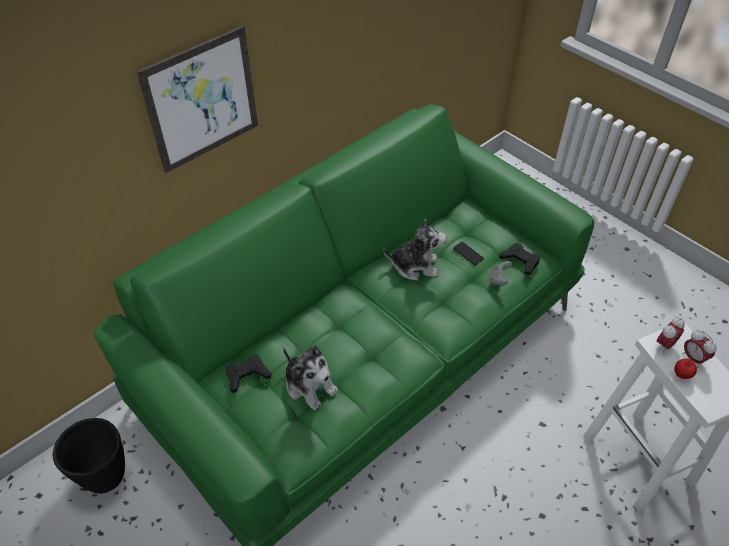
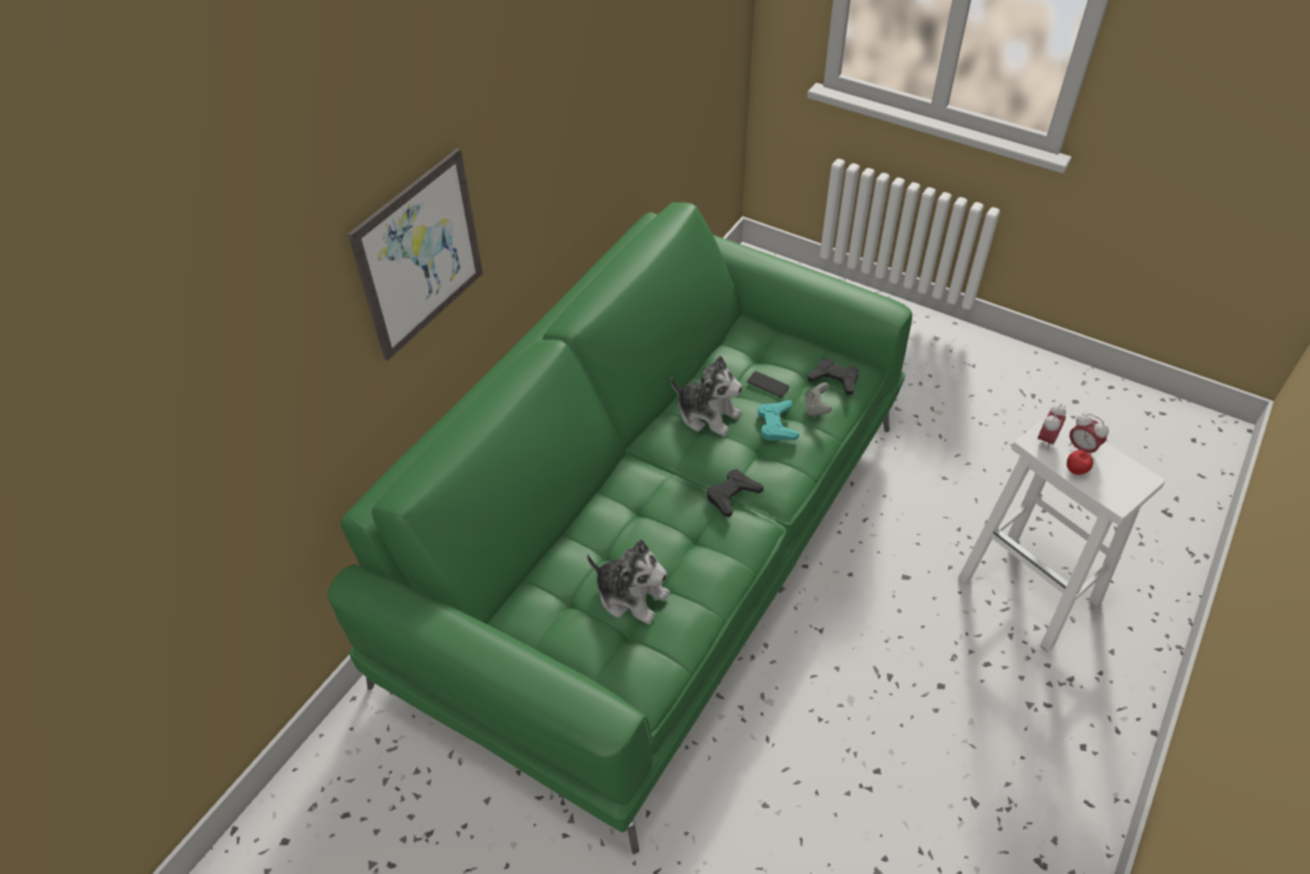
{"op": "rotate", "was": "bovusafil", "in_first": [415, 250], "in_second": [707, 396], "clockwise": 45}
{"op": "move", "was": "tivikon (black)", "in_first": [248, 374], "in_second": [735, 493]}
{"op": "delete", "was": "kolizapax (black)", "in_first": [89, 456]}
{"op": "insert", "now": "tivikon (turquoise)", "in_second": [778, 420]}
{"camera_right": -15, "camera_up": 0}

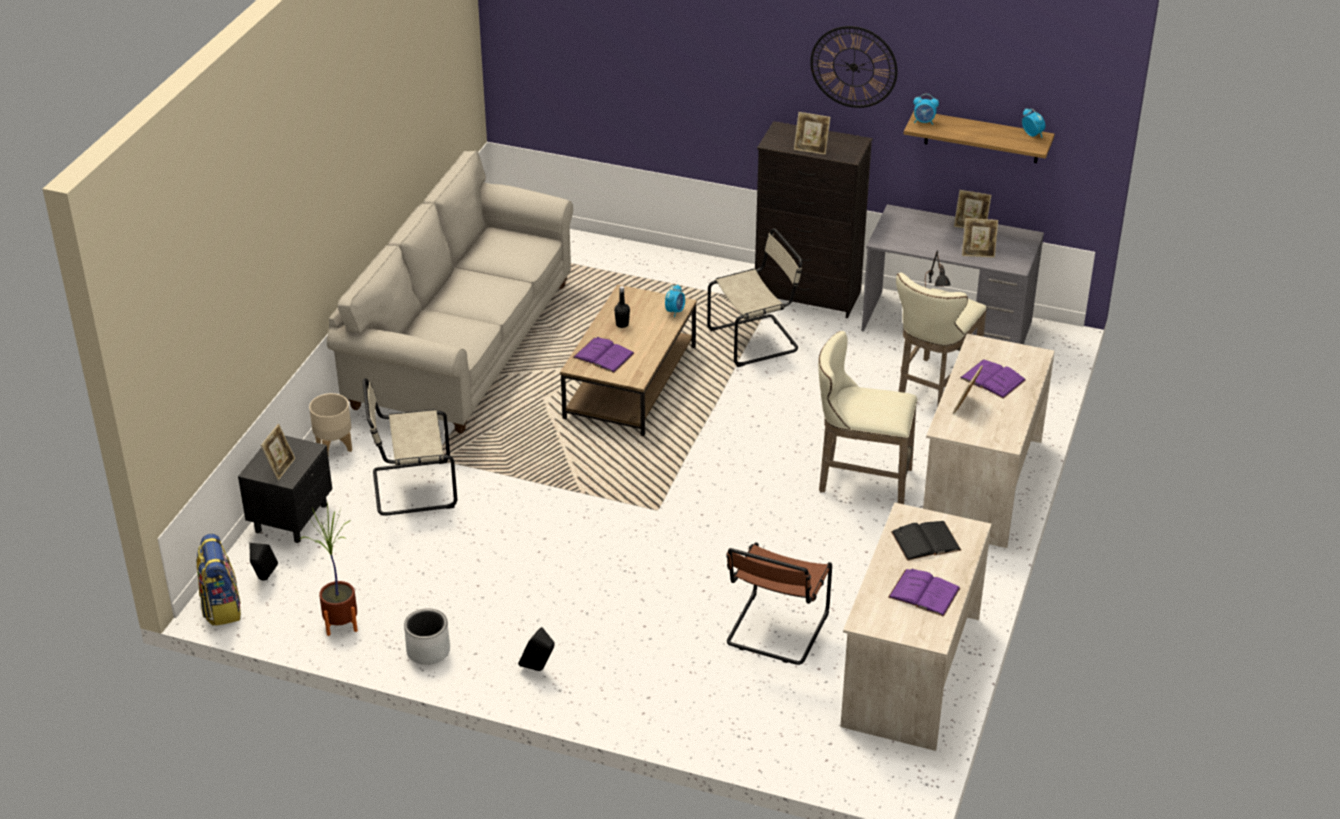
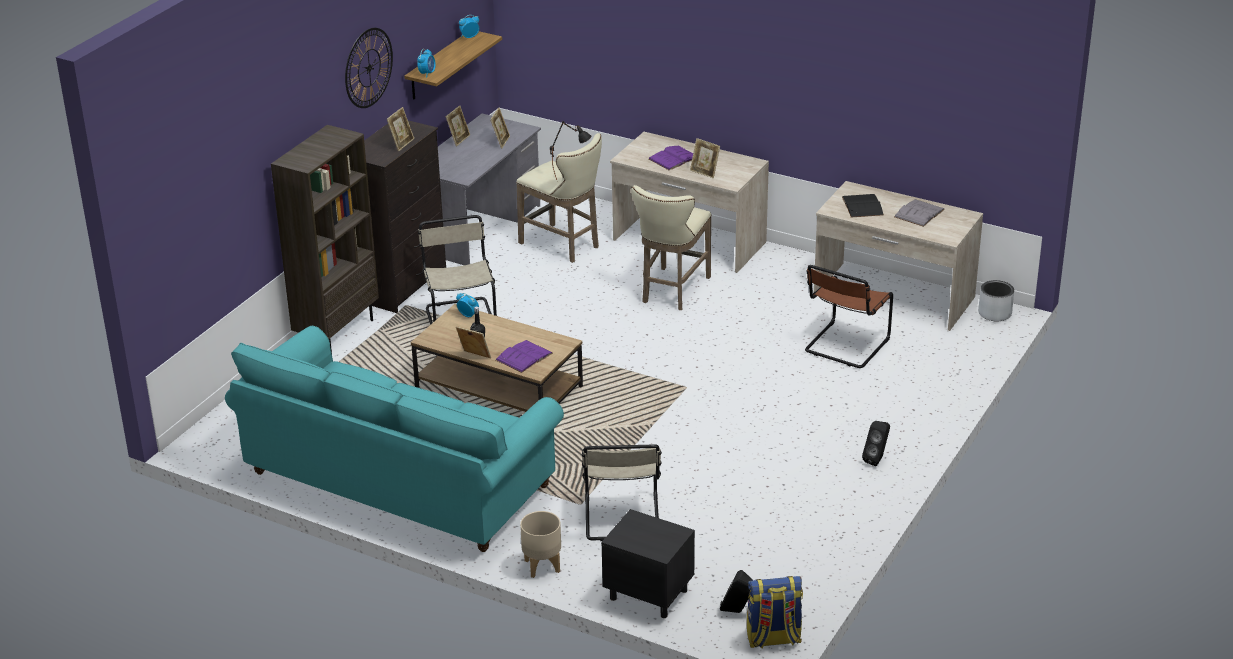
{"op": "recolor", "was": "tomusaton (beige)", "now": "tomusaton (turquoise)", "in_first": [450, 291], "in_second": [394, 439]}
{"op": "move", "was": "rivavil", "in_first": [278, 452], "in_second": [473, 342]}
{"op": "delete", "was": "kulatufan", "in_first": [329, 569]}
{"op": "rotate", "was": "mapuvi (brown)", "in_first": [779, 603], "in_second": [849, 316], "clockwise": 90}
{"op": "recolor", "was": "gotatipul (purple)", "now": "gotatipul (grey)", "in_first": [924, 593], "in_second": [919, 213]}
{"op": "move", "was": "kolizapax (grey)", "in_first": [427, 636], "in_second": [996, 300]}
{"op": "insert", "now": "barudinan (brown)", "in_second": [325, 239]}
{"camera_right": -80, "camera_up": -5}

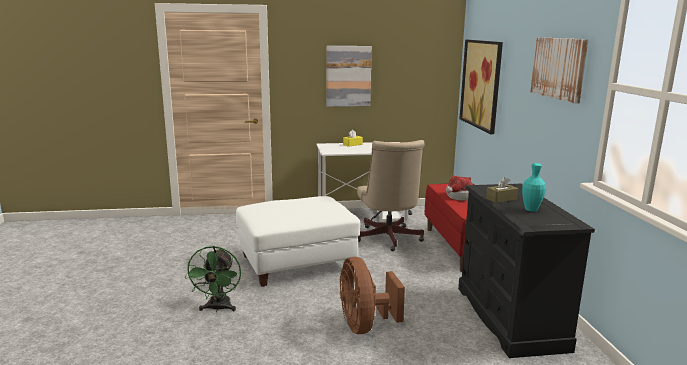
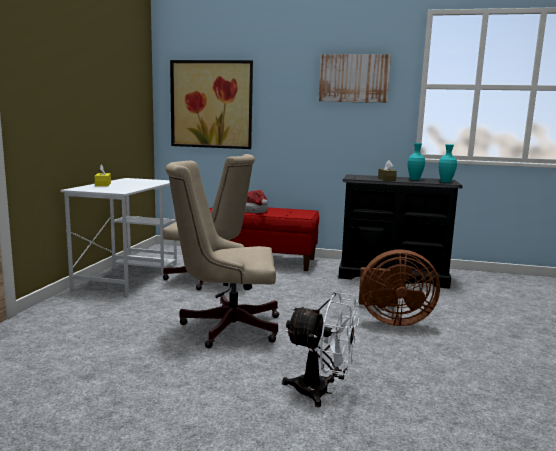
{"op": "delete", "was": "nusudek", "in_first": [349, 76]}
{"op": "replace", "was": "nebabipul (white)", "now": "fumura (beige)", "in_first": [298, 241], "in_second": [222, 254]}
{"op": "recolor", "was": "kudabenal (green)", "now": "kudabenal (white)", "in_first": [213, 279], "in_second": [320, 349]}
{"op": "insert", "now": "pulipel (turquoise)", "in_second": [447, 163]}
{"camera_right": -70, "camera_up": -5}

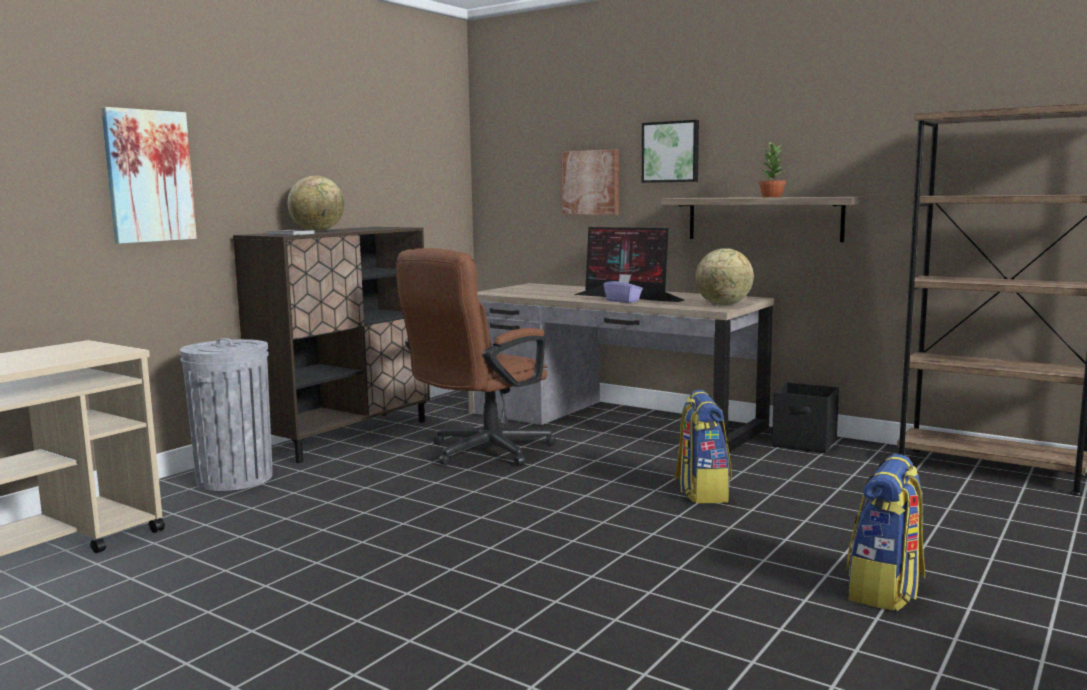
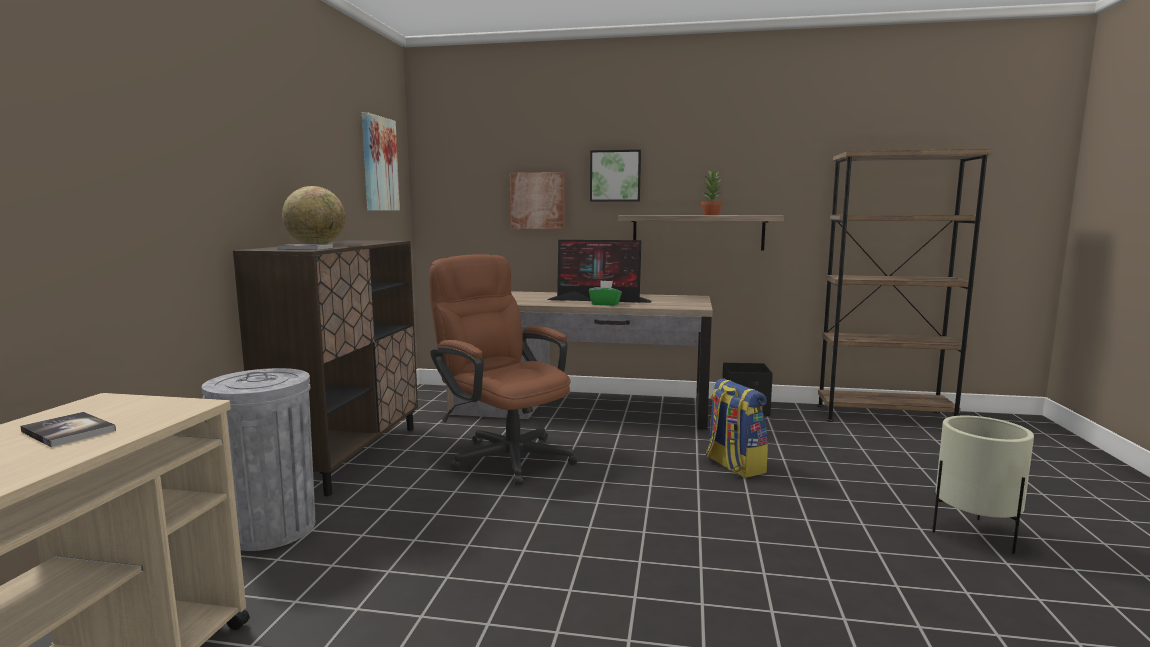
{"op": "move", "was": "nusudek", "in_first": [149, 175], "in_second": [381, 161]}
{"op": "rotate", "was": "fumura (brown)", "in_first": [476, 357], "in_second": [503, 369], "clockwise": 120}
{"op": "delete", "was": "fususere", "in_first": [724, 276]}
{"op": "recolor", "was": "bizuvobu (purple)", "now": "bizuvobu (green)", "in_first": [623, 288], "in_second": [605, 293]}
{"op": "replace", "was": "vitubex", "now": "kolizapax (beige)", "in_first": [885, 532], "in_second": [983, 485]}
{"op": "insert", "now": "gotatipul", "in_second": [68, 429]}
{"camera_right": -25, "camera_up": 0}

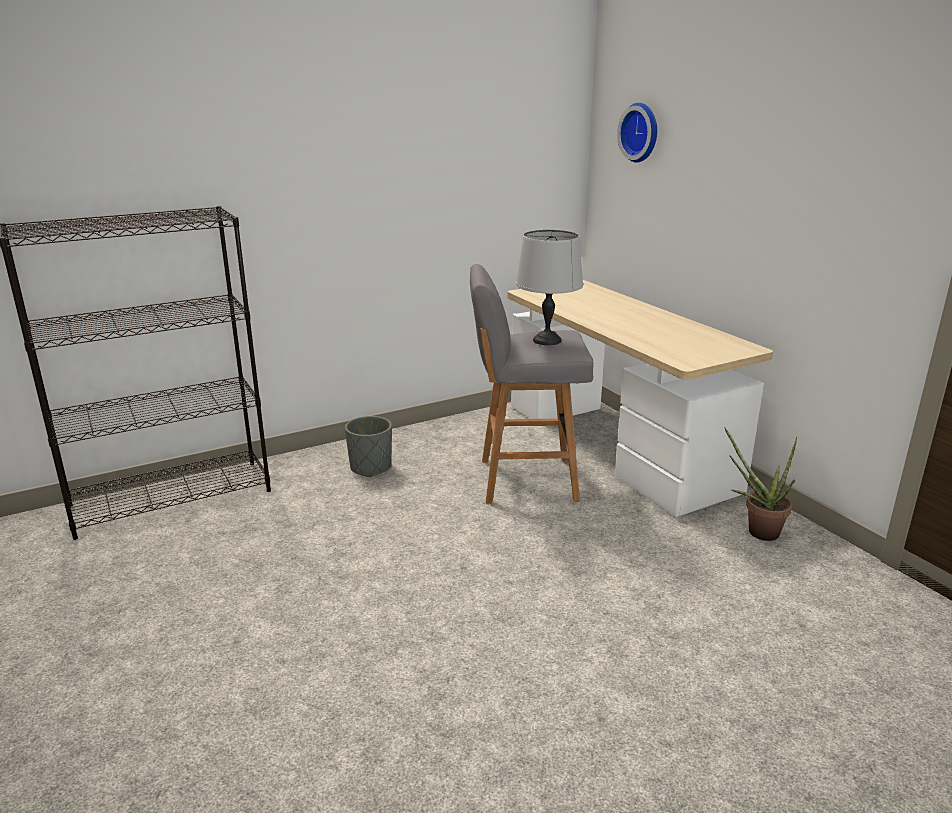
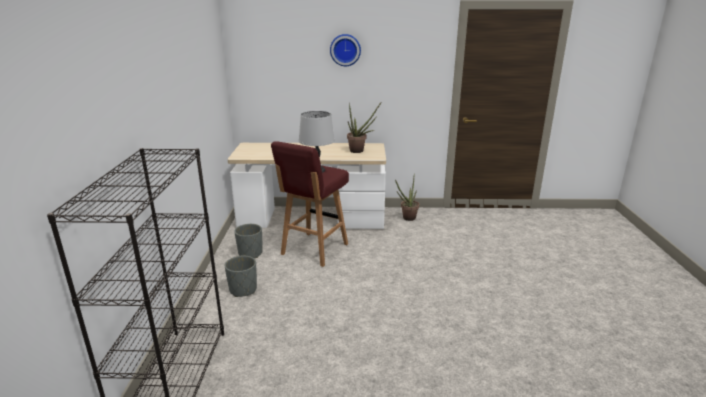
{"op": "move", "was": "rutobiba", "in_first": [637, 133], "in_second": [345, 50]}
{"op": "recolor", "was": "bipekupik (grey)", "now": "bipekupik (red)", "in_first": [531, 384], "in_second": [310, 204]}
{"op": "insert", "now": "kulatufan", "in_second": [364, 127]}
{"op": "insert", "now": "kolizapax (grey)", "in_second": [248, 241]}
{"camera_right": -60, "camera_up": 0}

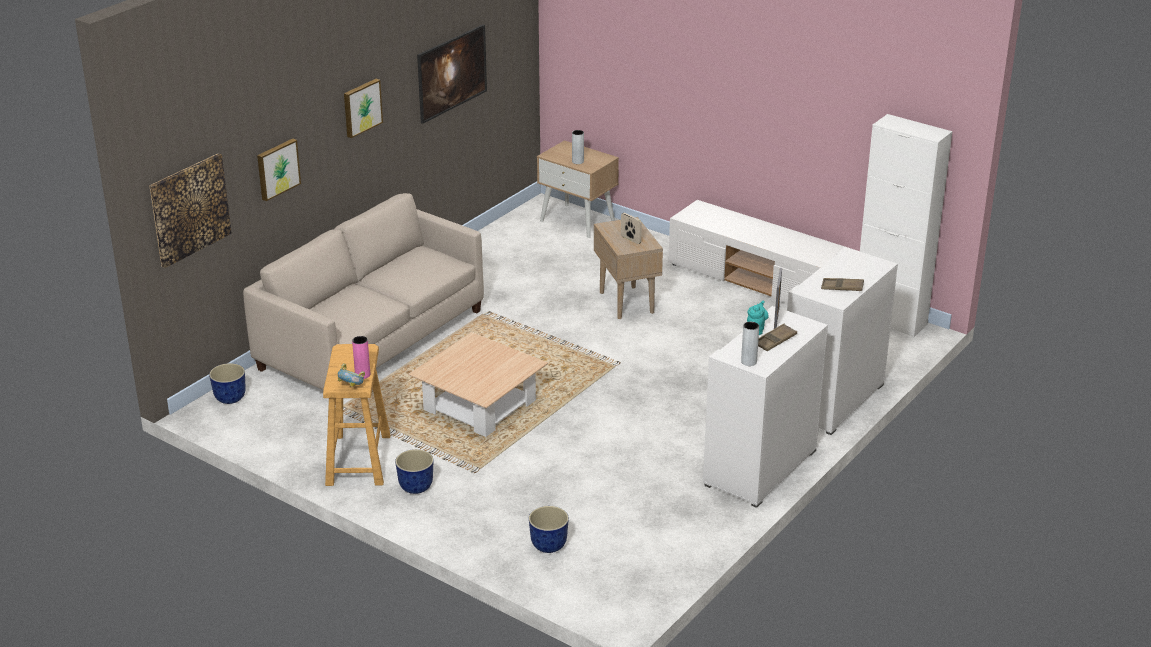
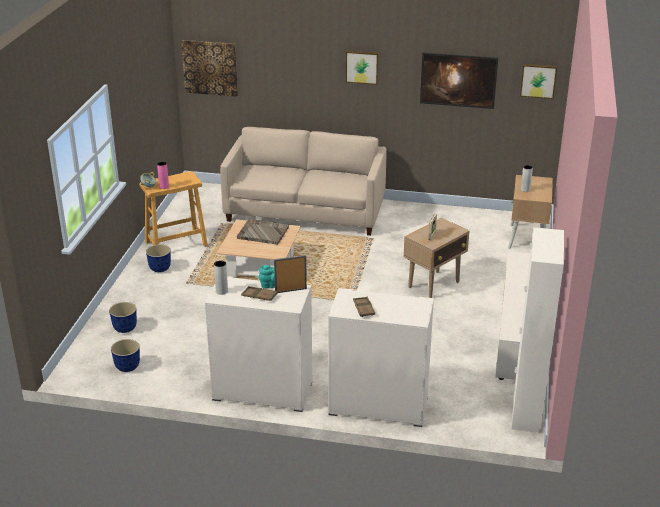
{"op": "move", "was": "nusudek", "in_first": [279, 169], "in_second": [538, 81]}
{"op": "move", "was": "kolizapax", "in_first": [227, 383], "in_second": [125, 355]}
{"op": "insert", "now": "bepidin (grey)", "in_second": [263, 232]}
{"camera_right": 65, "camera_up": 0}

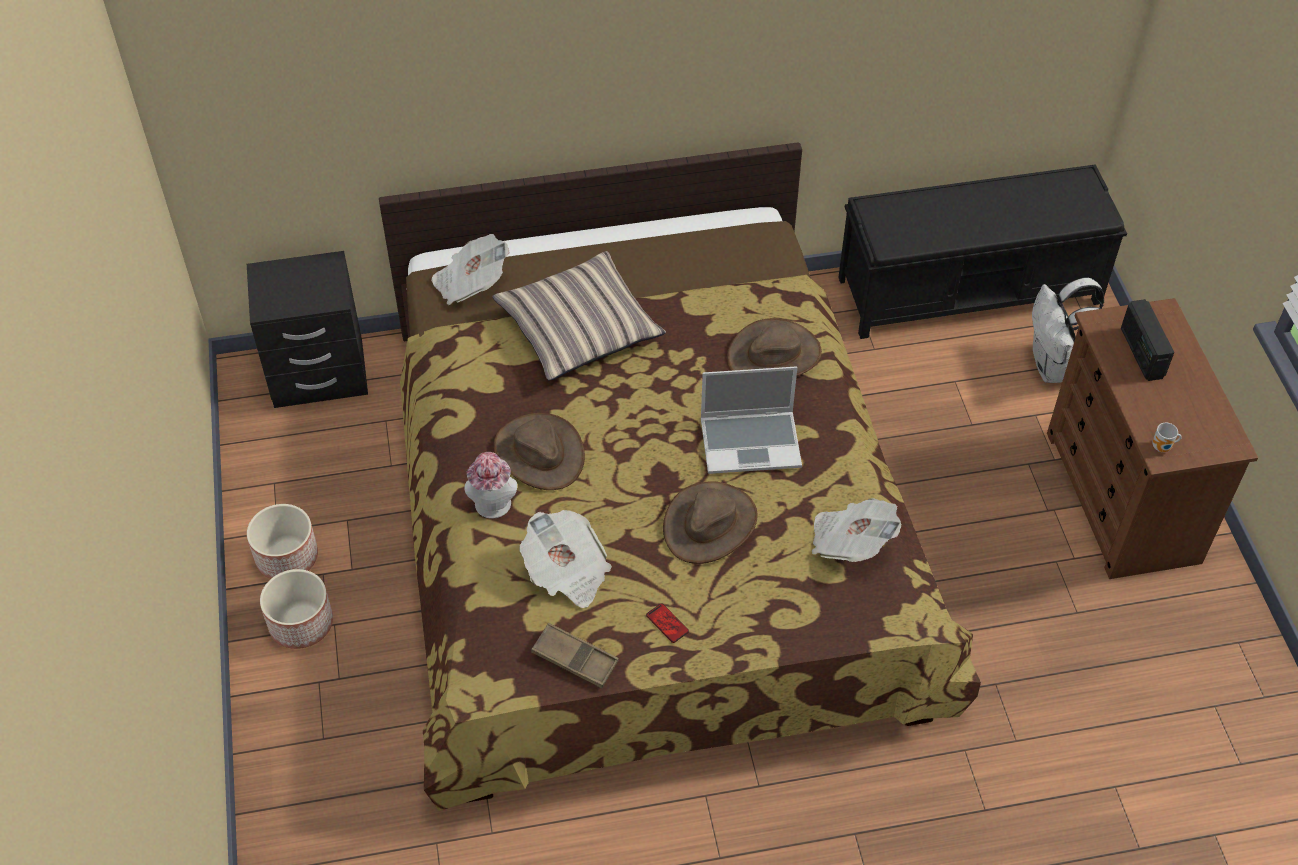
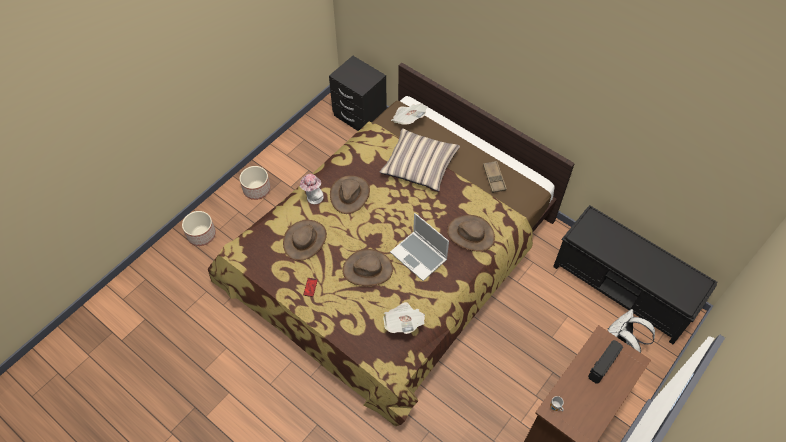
{"op": "move", "was": "kolizapax", "in_first": [282, 541], "in_second": [199, 228]}
{"op": "replace", "was": "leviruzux", "now": "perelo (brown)", "in_first": [565, 559], "in_second": [305, 240]}
{"op": "move", "was": "bepidin (brown)", "in_first": [575, 655], "in_second": [495, 177]}
{"camera_right": 50, "camera_up": 5}

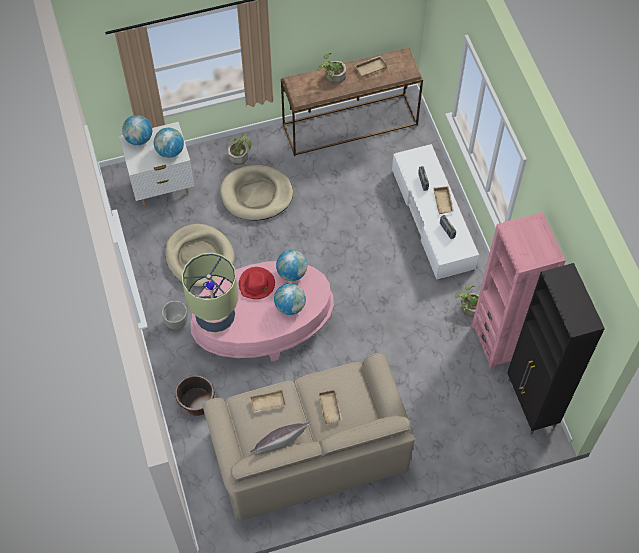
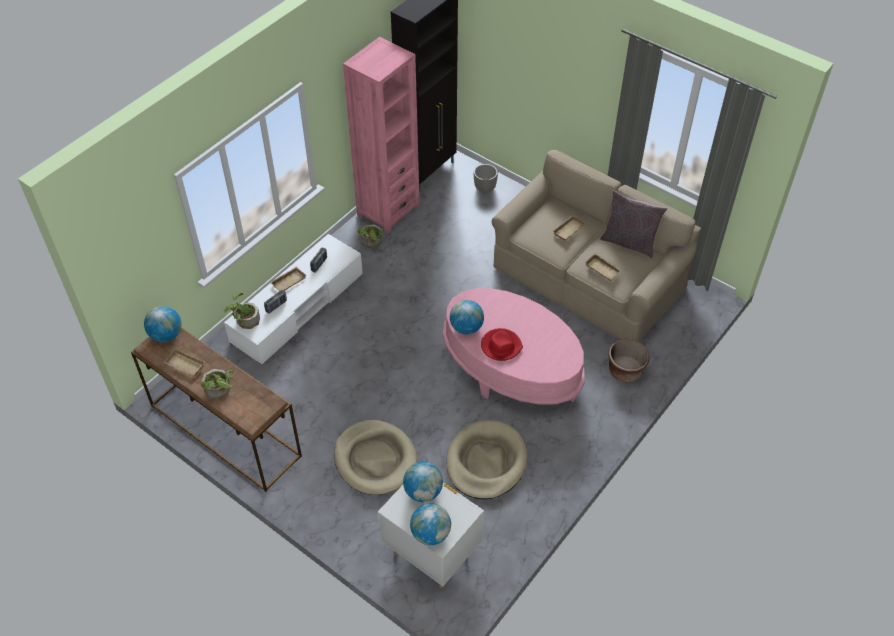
{"op": "move", "was": "kulatufan", "in_first": [239, 149], "in_second": [242, 311]}
{"op": "delete", "was": "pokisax", "in_first": [210, 293]}
{"op": "move", "was": "fususere", "in_first": [290, 299], "in_second": [162, 324]}
{"op": "move", "was": "kolizapax", "in_first": [175, 315], "in_second": [486, 178]}
{"camera_right": -125, "camera_up": -10}

